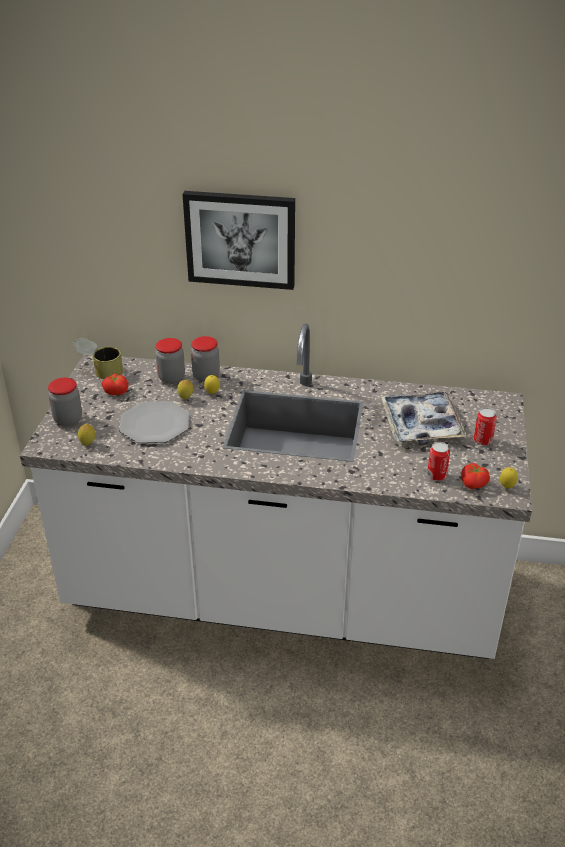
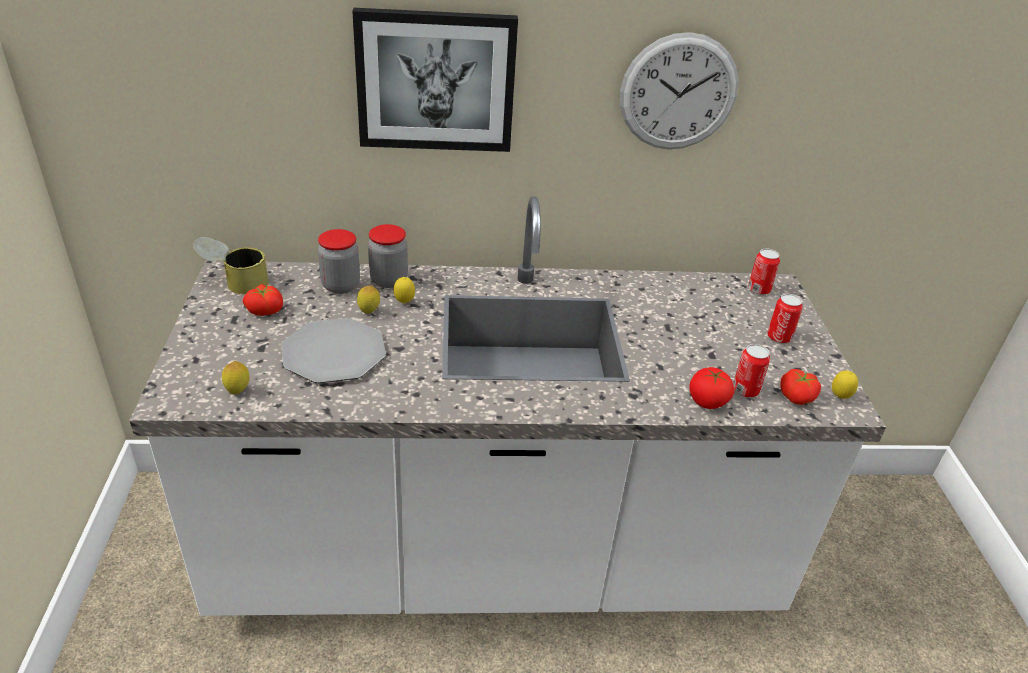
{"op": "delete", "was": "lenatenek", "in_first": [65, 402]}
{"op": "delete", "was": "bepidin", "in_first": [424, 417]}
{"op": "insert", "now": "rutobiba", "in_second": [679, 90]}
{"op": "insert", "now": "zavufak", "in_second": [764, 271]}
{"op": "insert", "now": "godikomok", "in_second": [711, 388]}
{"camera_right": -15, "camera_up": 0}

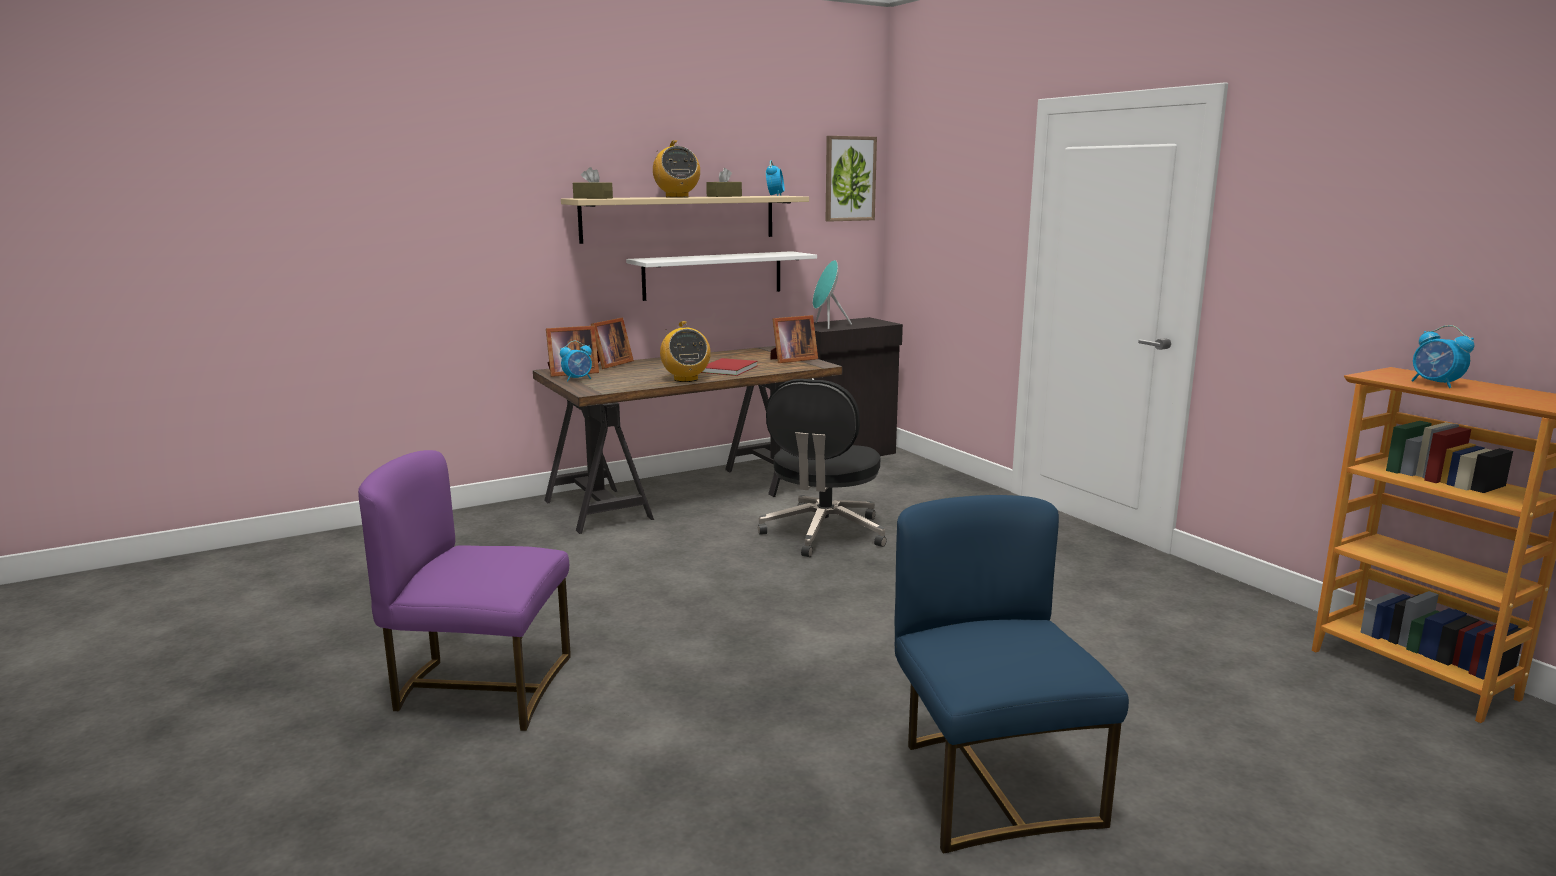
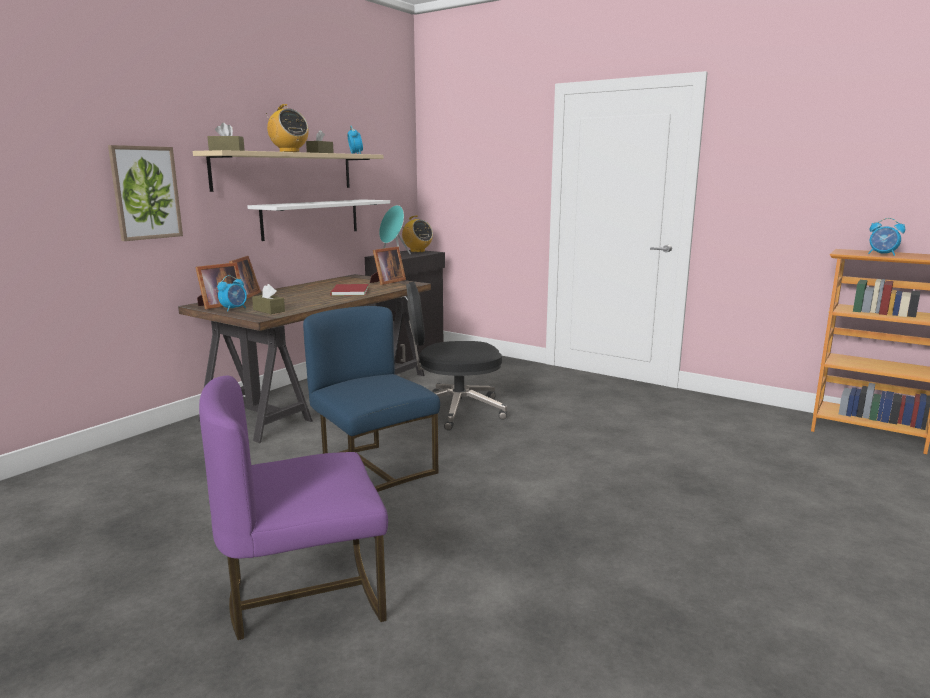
{"op": "move", "was": "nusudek", "in_first": [851, 179], "in_second": [145, 193]}
{"op": "move", "was": "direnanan", "in_first": [685, 351], "in_second": [417, 234]}
{"op": "rotate", "was": "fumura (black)", "in_first": [822, 468], "in_second": [456, 356], "clockwise": 90}
{"op": "move", "was": "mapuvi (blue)", "in_first": [1012, 674], "in_second": [371, 399]}
{"op": "insert", "now": "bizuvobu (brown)", "in_second": [268, 299]}
{"camera_right": -25, "camera_up": 0}

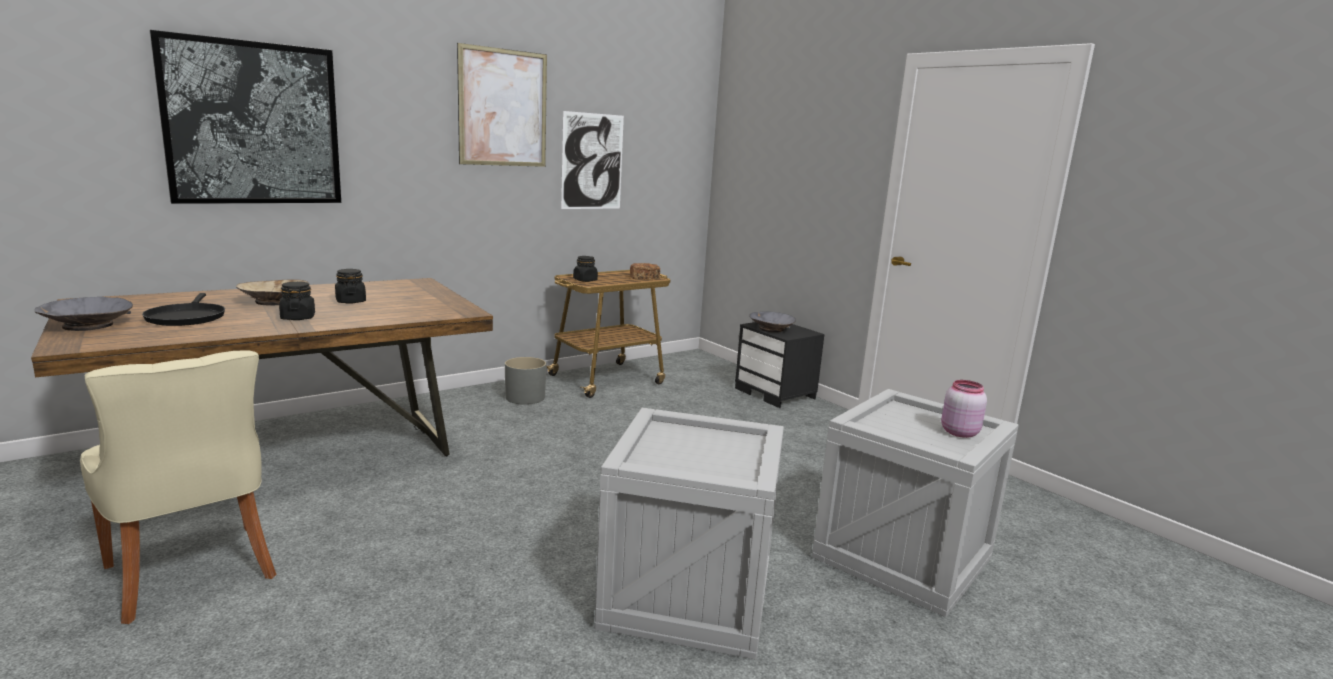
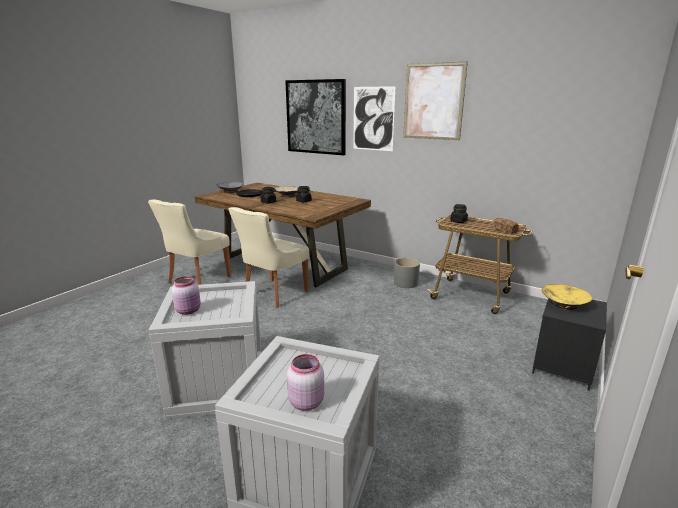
{"op": "move", "was": "nusudek", "in_first": [592, 160], "in_second": [374, 118]}
{"op": "recolor", "was": "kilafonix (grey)", "now": "kilafonix (yellow)", "in_first": [772, 321], "in_second": [567, 297]}
{"op": "insert", "now": "mapuvi (beige)", "in_second": [268, 257]}
{"op": "insert", "now": "lenatenek (pink)", "in_second": [186, 295]}
{"camera_right": 70, "camera_up": 5}

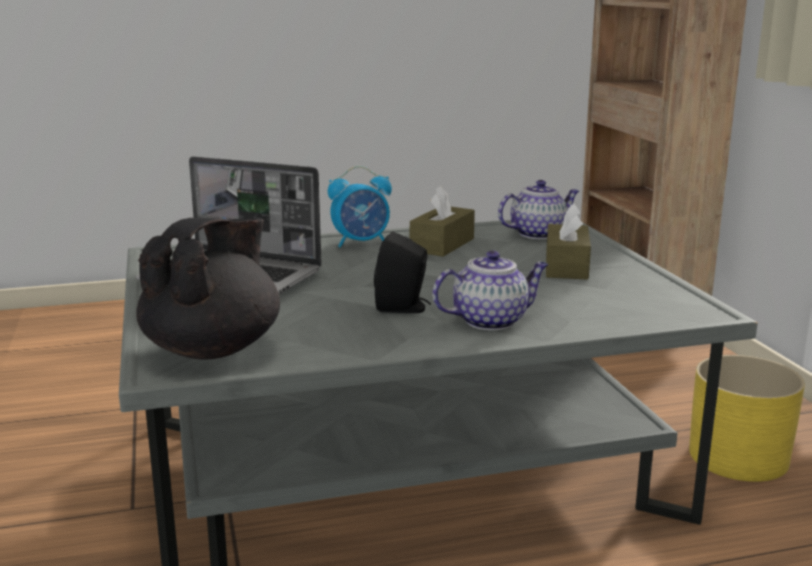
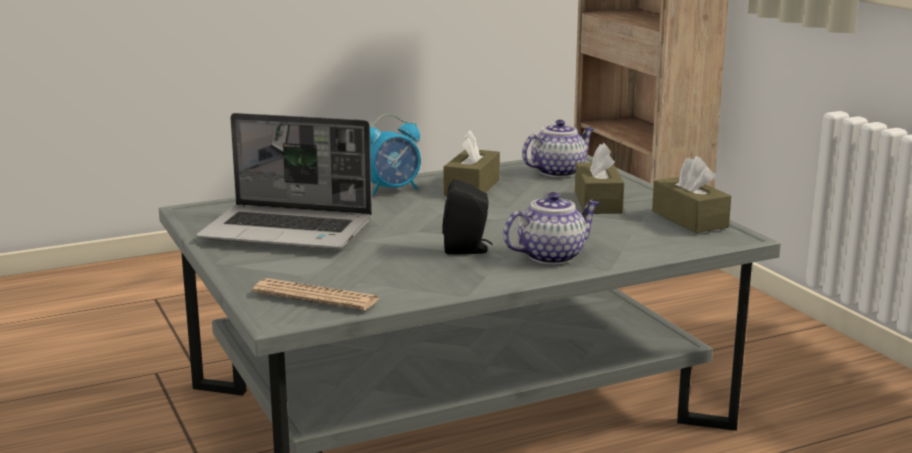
{"op": "replace", "was": "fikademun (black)", "now": "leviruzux", "in_first": [208, 288], "in_second": [316, 294]}
{"op": "delete", "was": "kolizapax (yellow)", "in_first": [747, 418]}
{"op": "insert", "now": "bizuvobu (brown)", "in_second": [691, 194]}
{"camera_right": -10, "camera_up": 0}

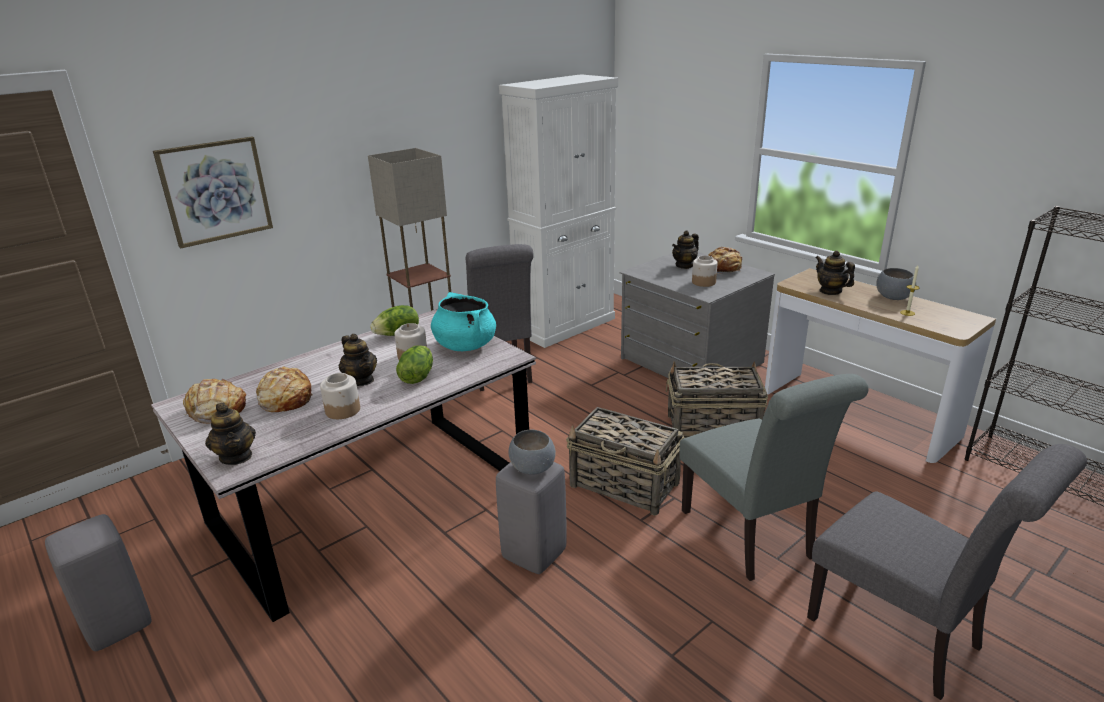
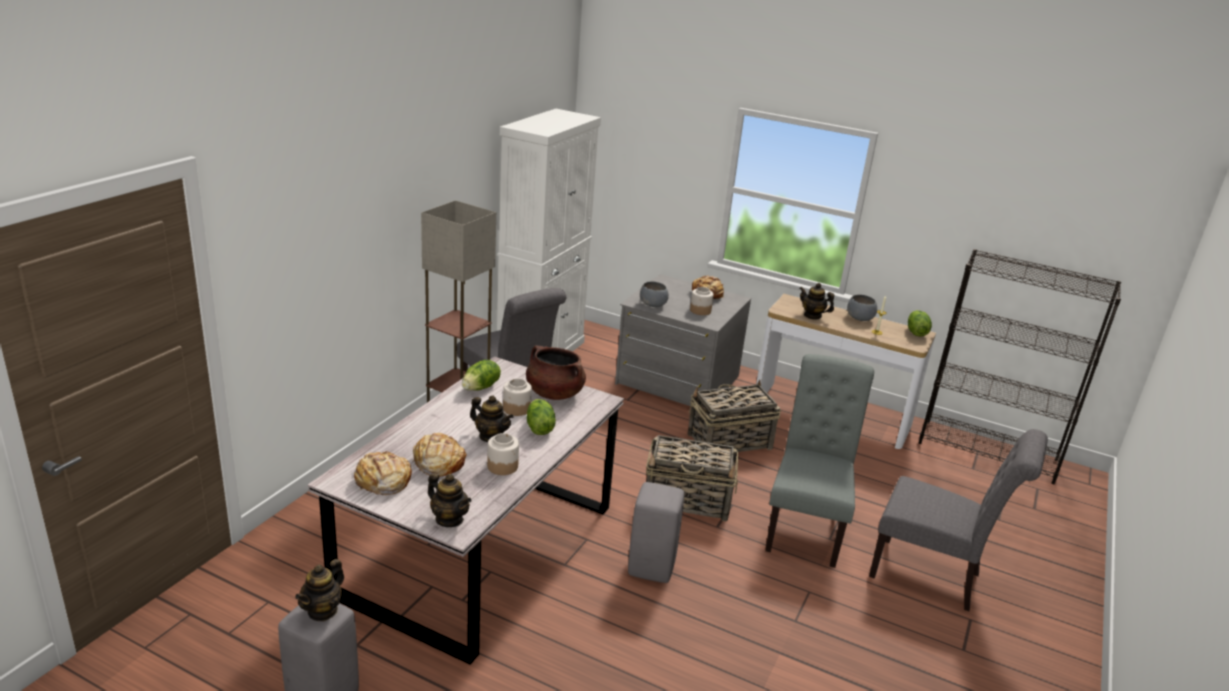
{"op": "delete", "was": "nusudek", "in_first": [213, 192]}
{"op": "move", "was": "fikademun", "in_first": [685, 249], "in_second": [319, 590]}
{"op": "recolor", "was": "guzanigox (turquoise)", "now": "guzanigox (brown)", "in_first": [463, 321], "in_second": [556, 372]}
{"op": "rotate", "was": "mapuvi (grey)", "in_first": [774, 477], "in_second": [819, 461], "clockwise": -120}
{"op": "move", "was": "kilafonix (grey)", "in_first": [532, 452], "in_second": [654, 294]}
{"op": "insert", "now": "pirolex", "in_second": [920, 323]}
{"camera_right": -25, "camera_up": 0}

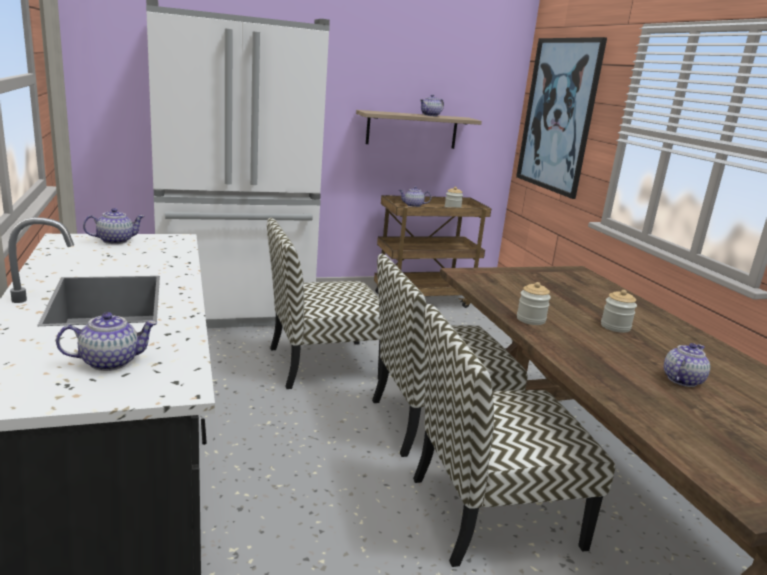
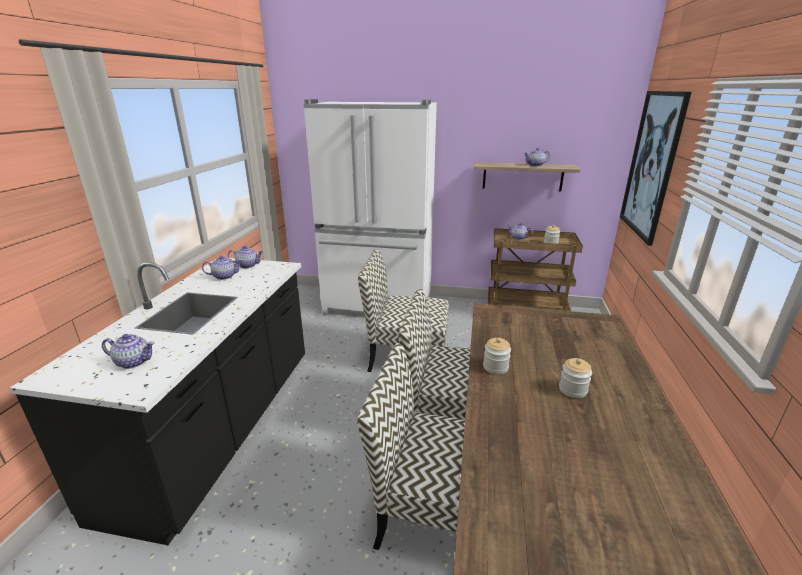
{"op": "move", "was": "fikademun", "in_first": [687, 365], "in_second": [222, 268]}
{"camera_right": 30, "camera_up": 5}

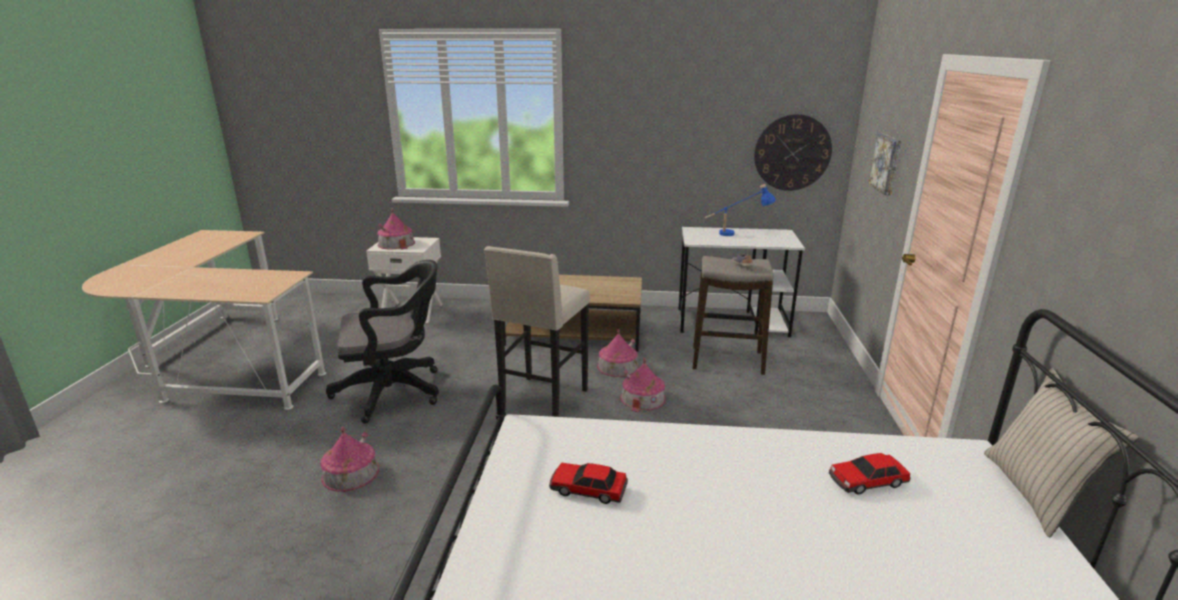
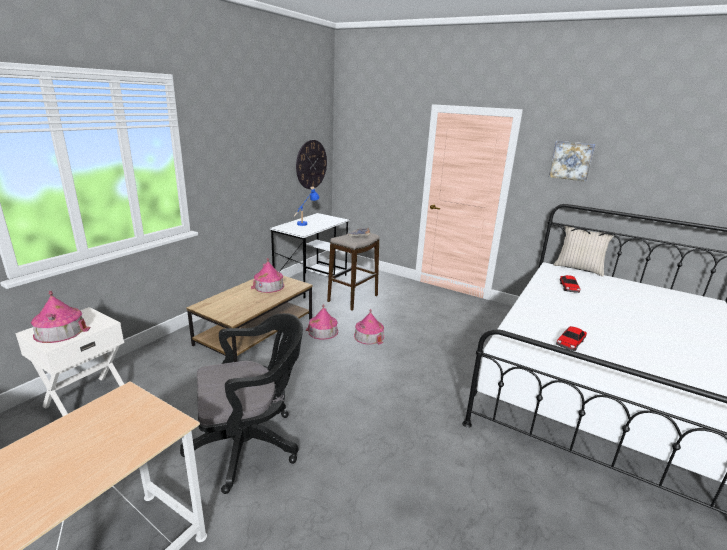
{"op": "move", "was": "nusudek", "in_first": [884, 164], "in_second": [572, 161]}
{"op": "delete", "was": "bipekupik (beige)", "in_first": [537, 331]}
{"op": "rotate", "was": "fumura (black)", "in_first": [382, 342], "in_second": [241, 403], "clockwise": 60}
{"op": "move", "was": "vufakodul", "in_first": [349, 459], "in_second": [267, 275]}
{"camera_right": -65, "camera_up": 0}

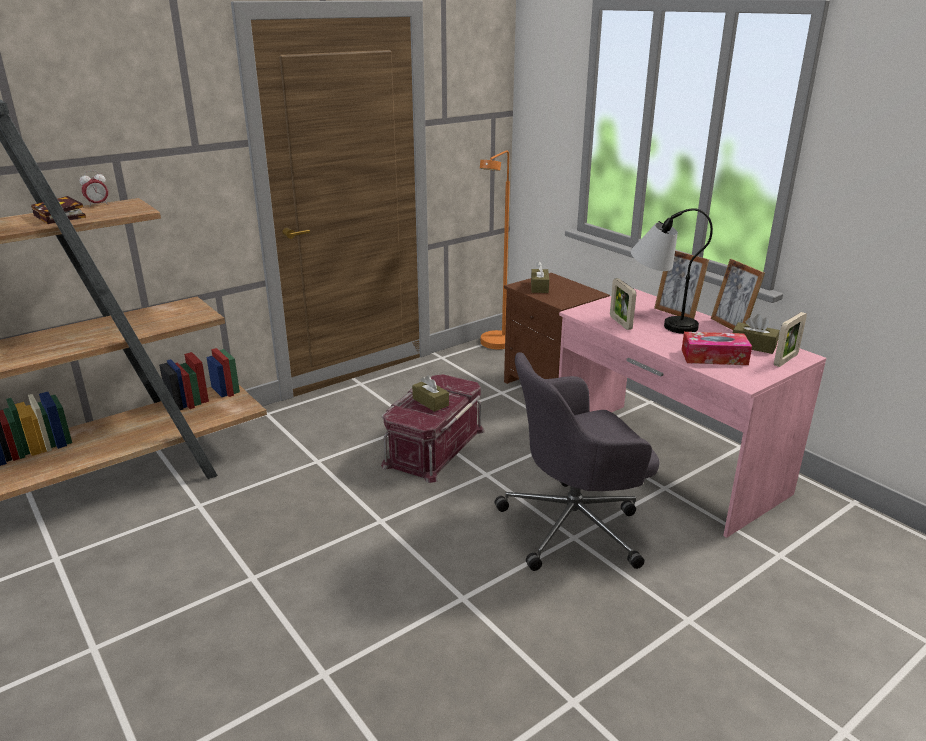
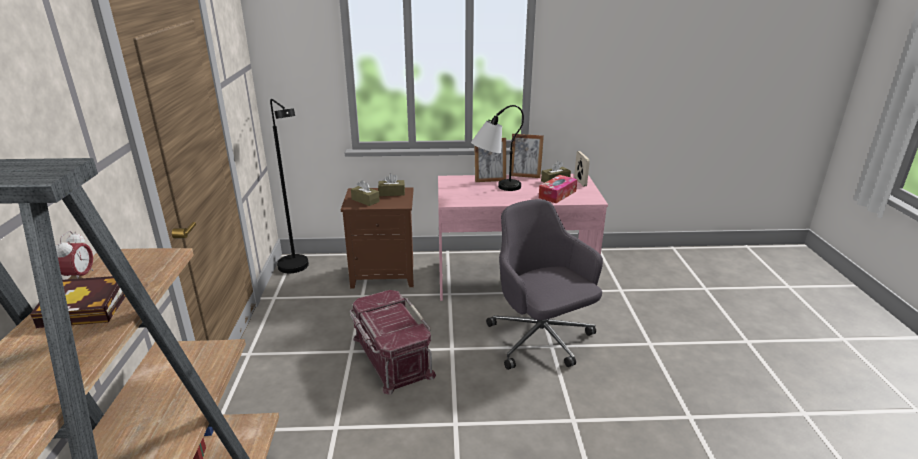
{"op": "recolor", "was": "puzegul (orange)", "now": "puzegul (black)", "in_first": [495, 249], "in_second": [289, 186]}
{"op": "delete", "was": "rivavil", "in_first": [623, 304]}
{"op": "rotate", "was": "fumura (grey)", "in_first": [577, 461], "in_second": [544, 284], "clockwise": 135}
{"op": "move", "was": "bizuvobu (brown)", "in_first": [430, 393], "in_second": [391, 184]}
{"camera_right": -55, "camera_up": 0}

